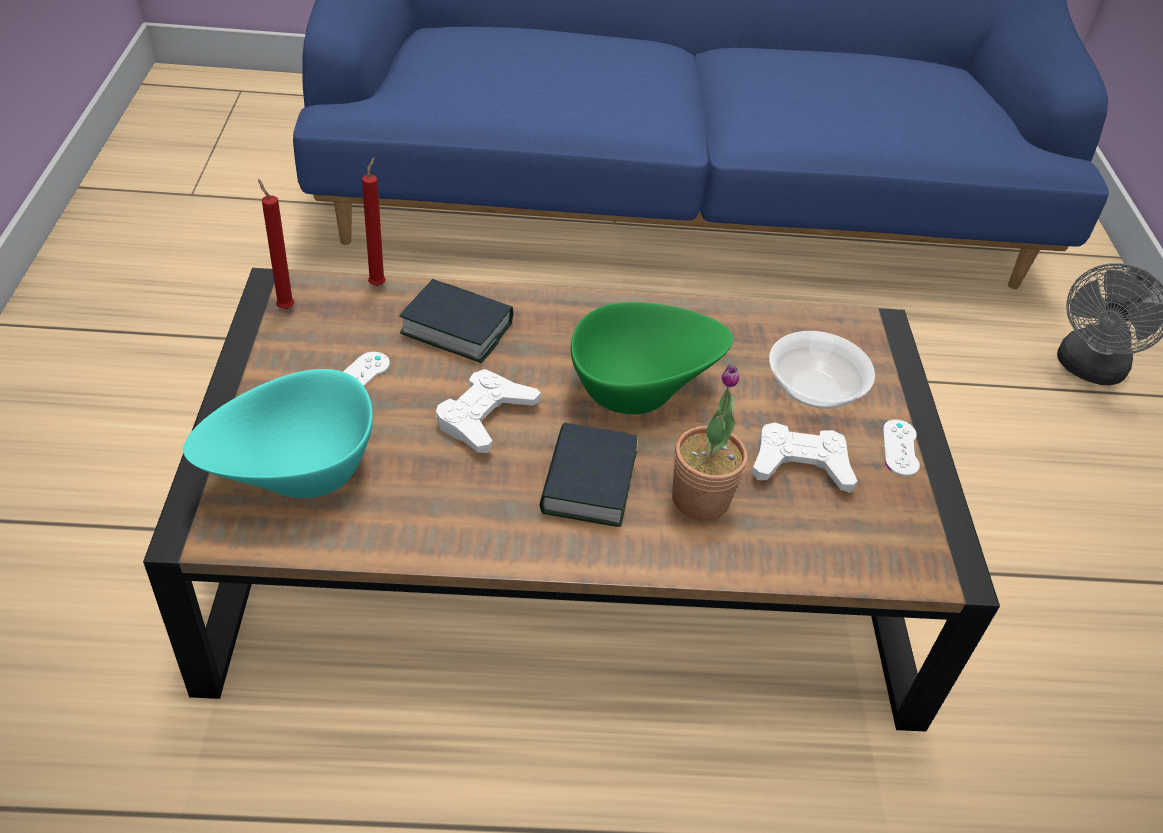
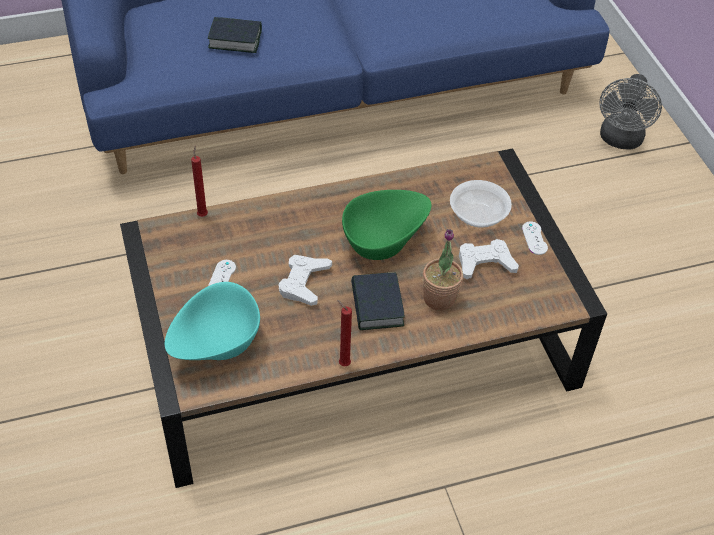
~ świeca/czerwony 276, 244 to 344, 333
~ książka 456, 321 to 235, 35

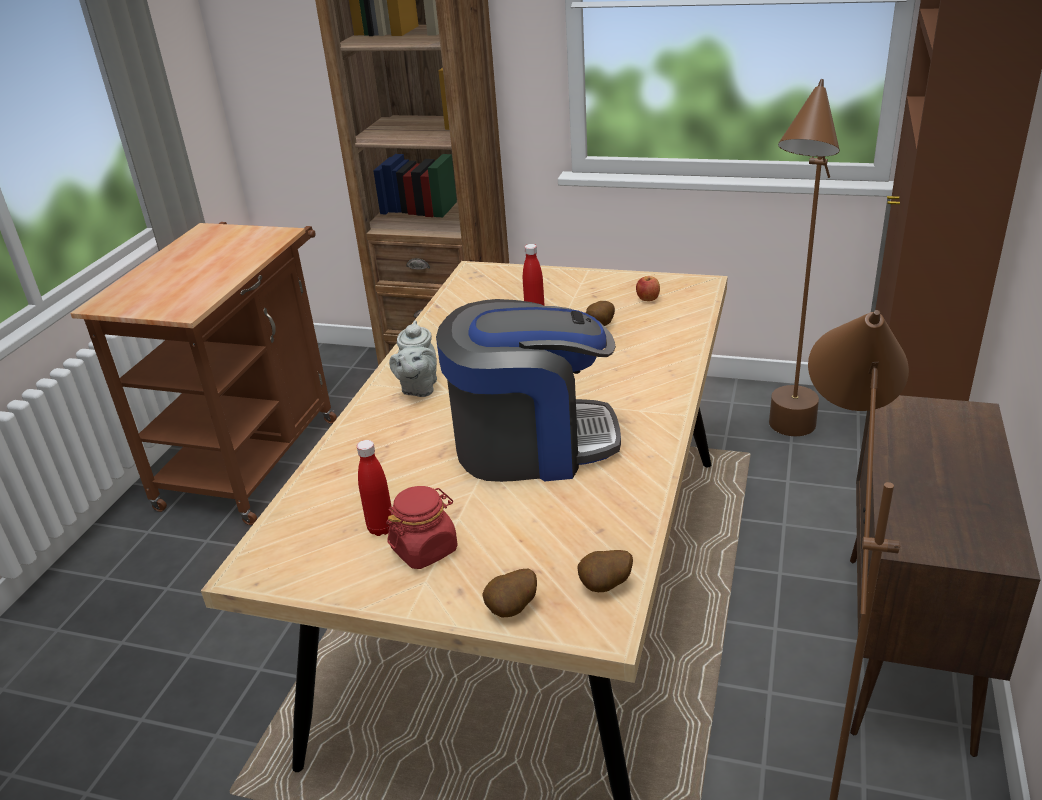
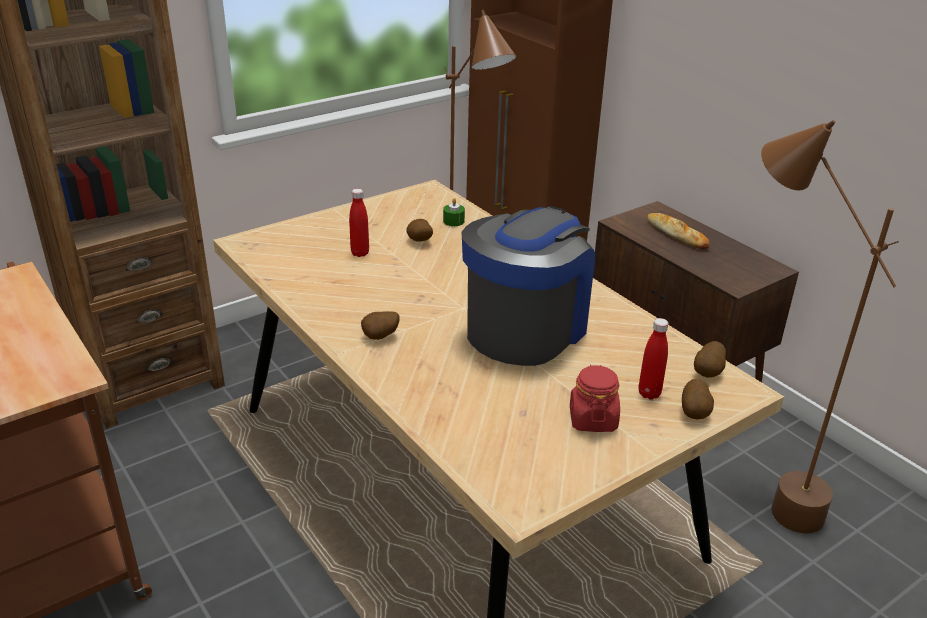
- jabłko 648, 288
+ świeca/zielony 454, 212
+ chleb 678, 231
~ butelka/czerwony 374, 488 to 653, 359
~ imbryk/szary 413, 358 to ziemniak 380, 325

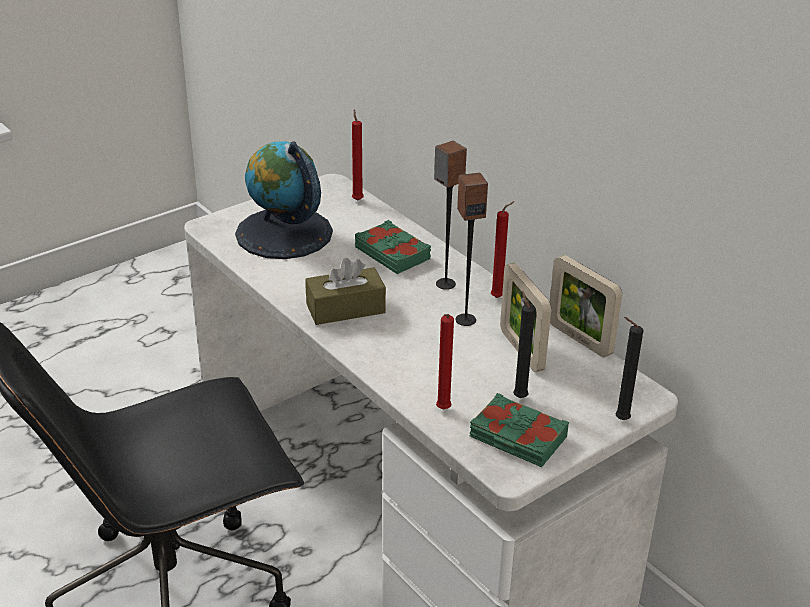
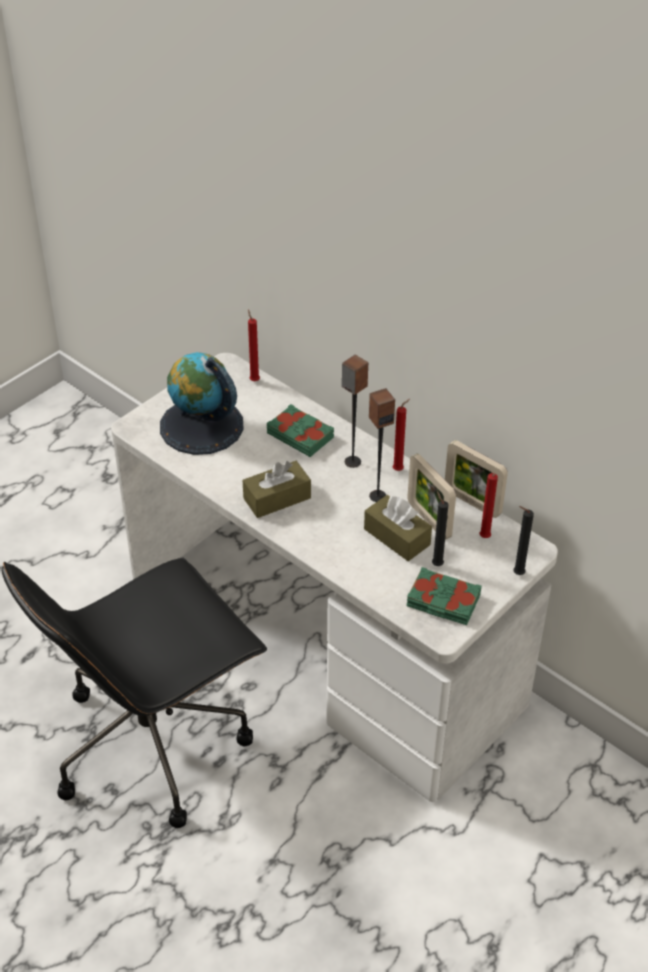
+ pudełko chusteczek/brązowy 398, 528
~ świeca/czerwony 445, 361 to 488, 505

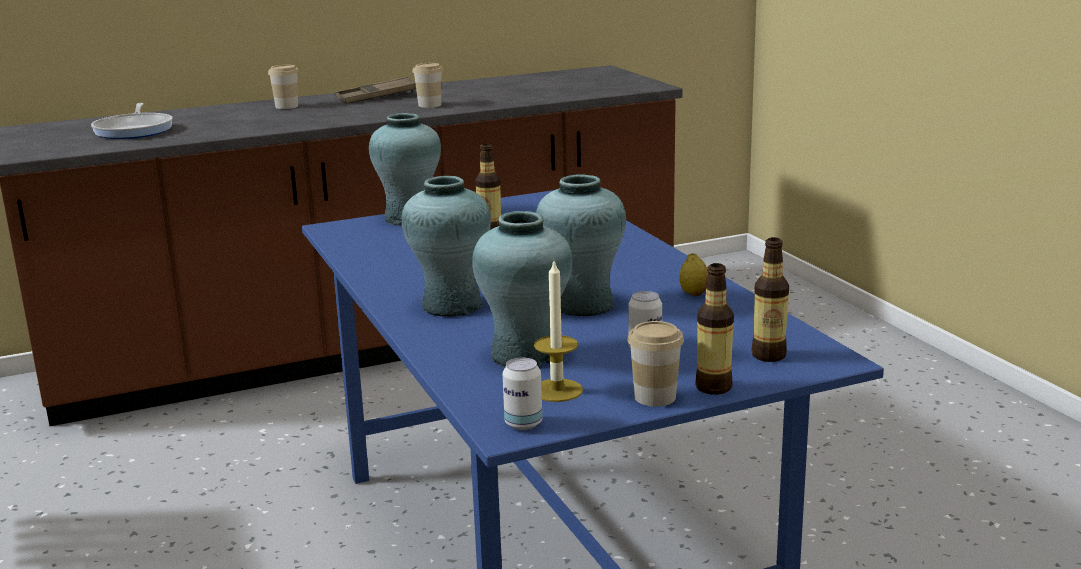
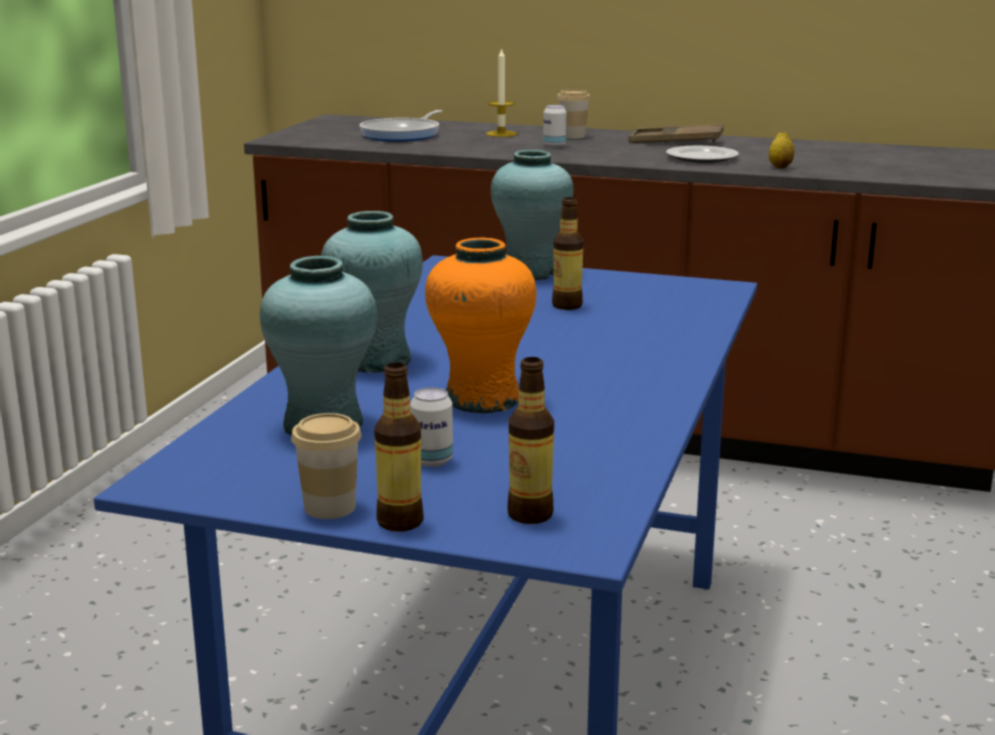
~ puszka 522, 394 to 555, 126
~ świeca 558, 332 to 501, 92
~ cytryna 693, 274 to 781, 150
~ filiżanka 427, 85 to talerz 702, 154
~ wazon/turkusowy 581, 245 to wazon/pomarańczowy 481, 325

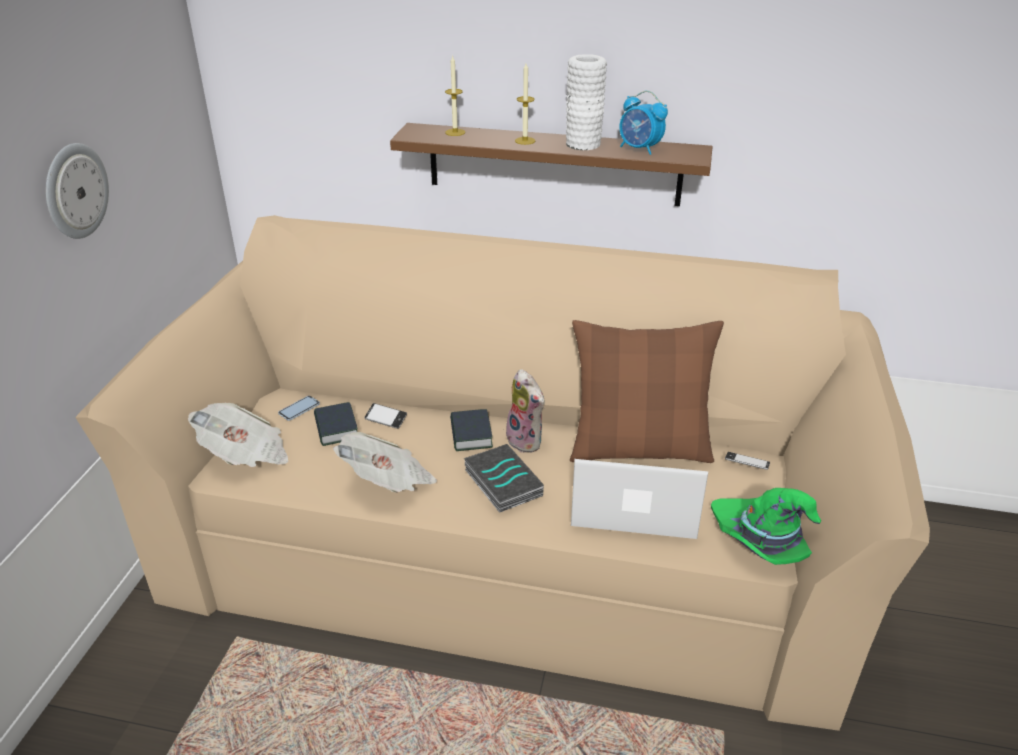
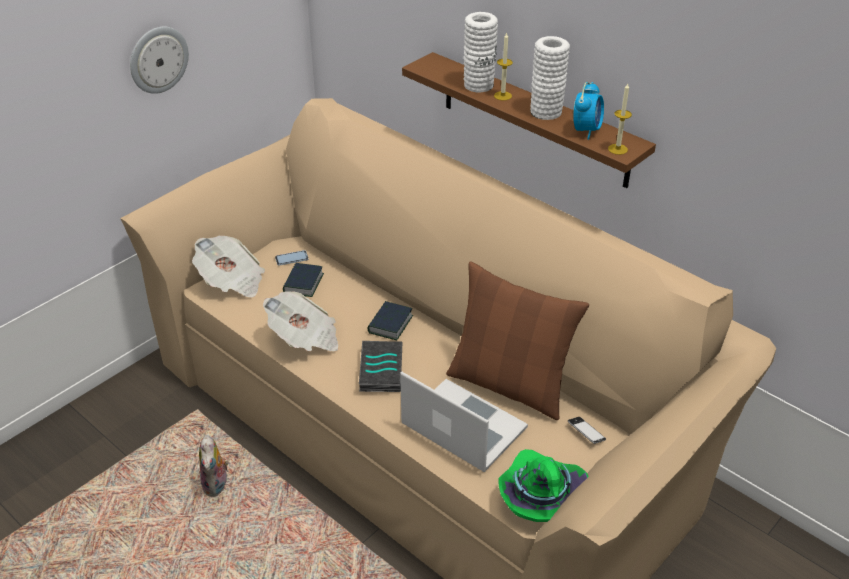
- telefon 385, 416
+ wazon/biały 480, 52
~ świeca 455, 95 to 620, 119
~ pluszak 524, 411 to 214, 466
~ budzik 643, 123 = 588, 111 135 degrees counterclockwise

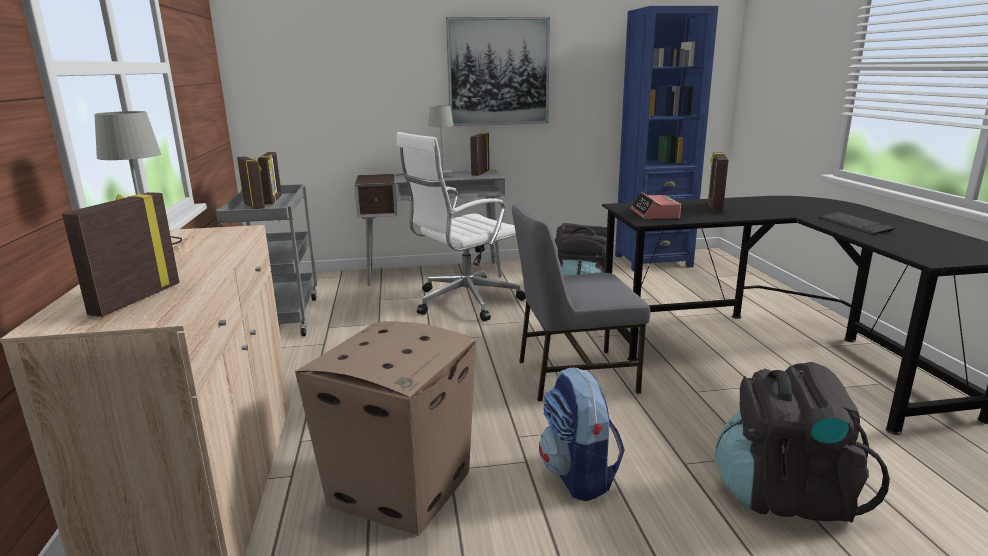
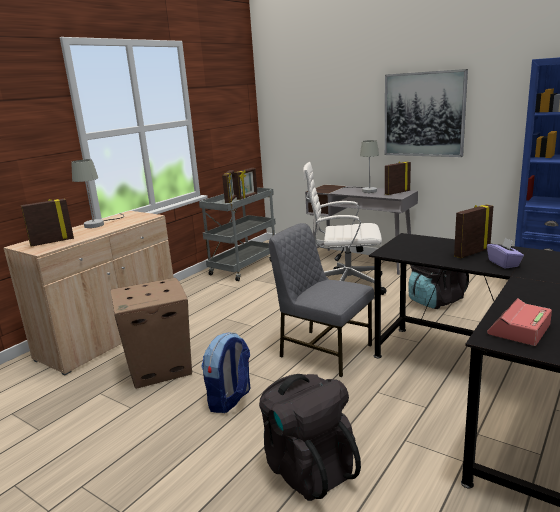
- klawiatura 857, 223
+ pudełko chusteczek/fioletowy 505, 253
~ budzik 656, 205 to 519, 322

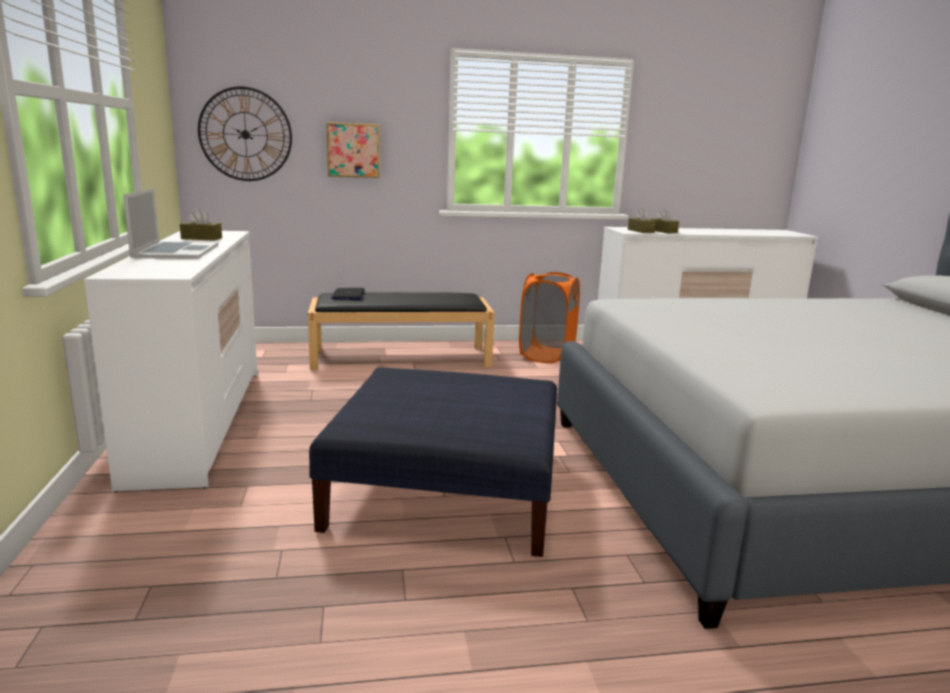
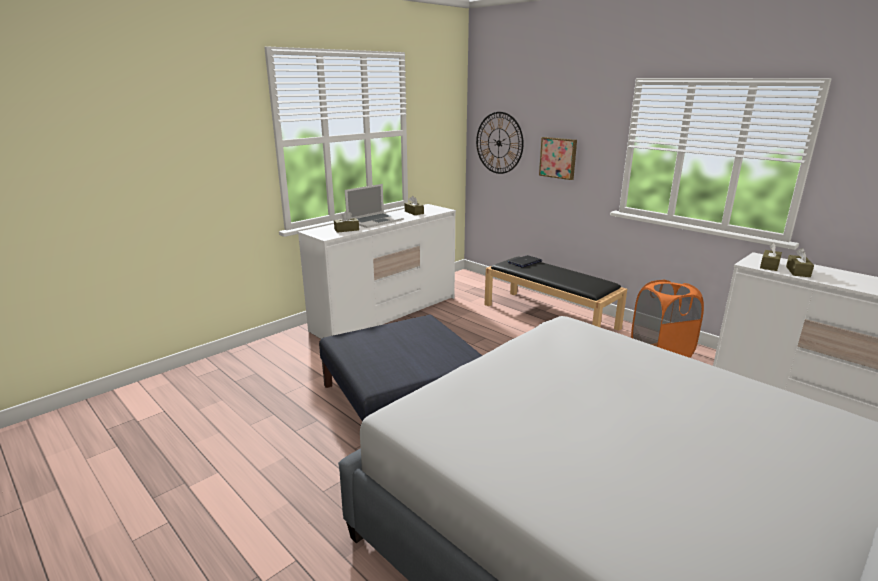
+ pudełko chusteczek/brązowy 346, 222

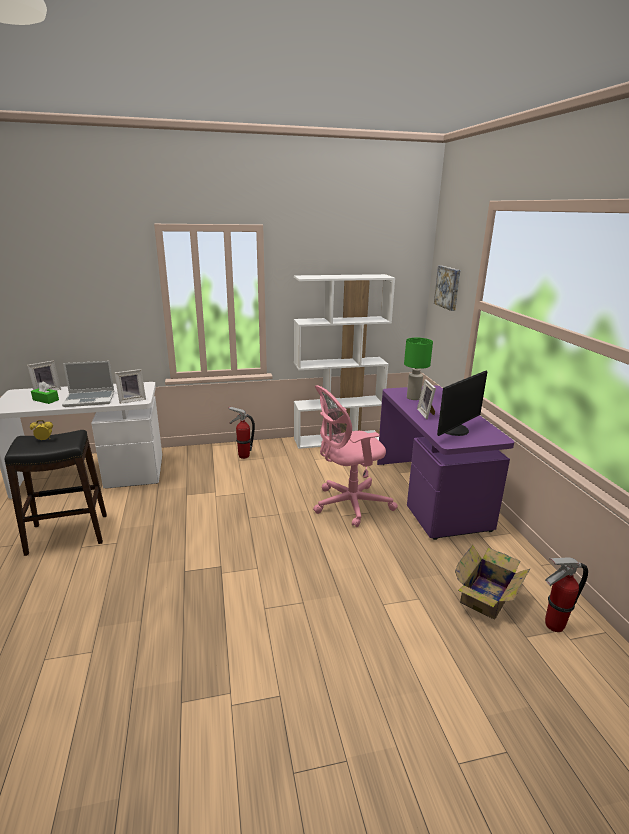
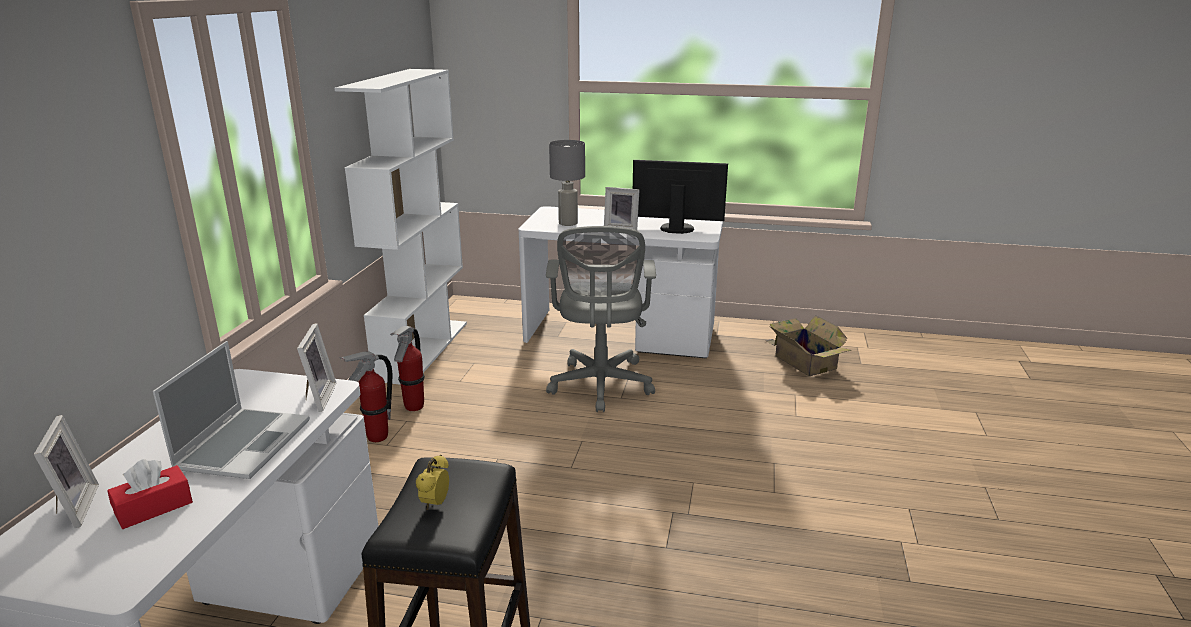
- obraz 447, 288
~ gaśnica 566, 594 to 407, 368
~ pudełko chusteczek/zielony 45, 392 to pudełko chusteczek/czerwony 150, 494
~ krzesło biurowe/różowy 355, 456 to krzesło biurowe/szary 601, 319
~ biurko/fioletowy 445, 462 to biurko/biały 621, 282
~ lampa stołowa/zielony 418, 369 to lampa stołowa/szary 567, 183
~ monitor 462, 403 = 680, 197 60 degrees counterclockwise

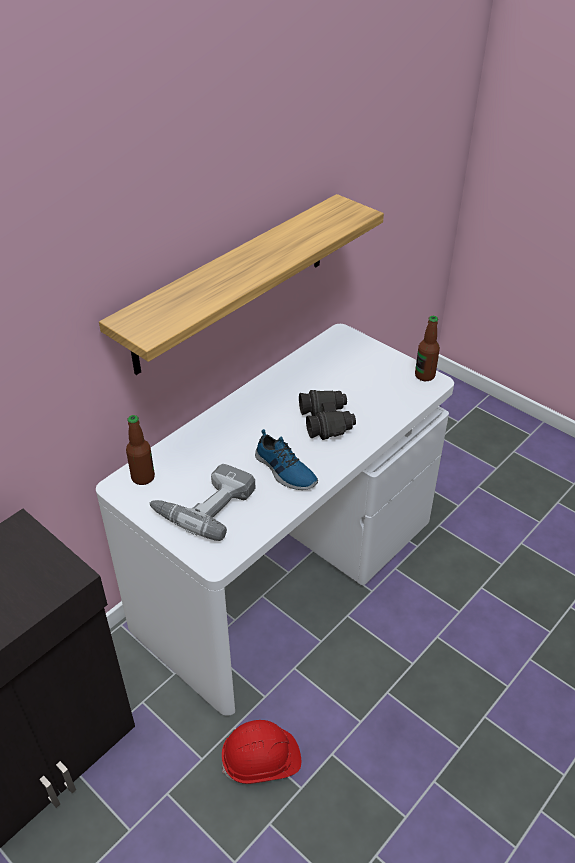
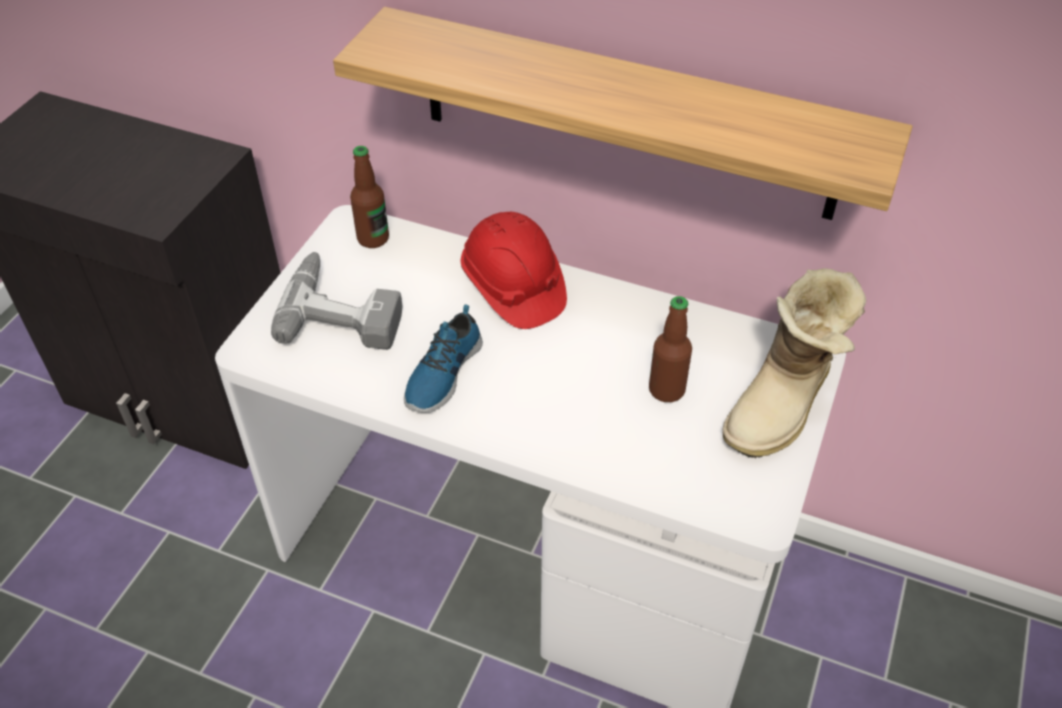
- lornetka/czarny 327, 415
+ but z cholewką 794, 363
~ kask/czerwony 261, 752 to 514, 270
~ butelka 427, 348 to 670, 349

